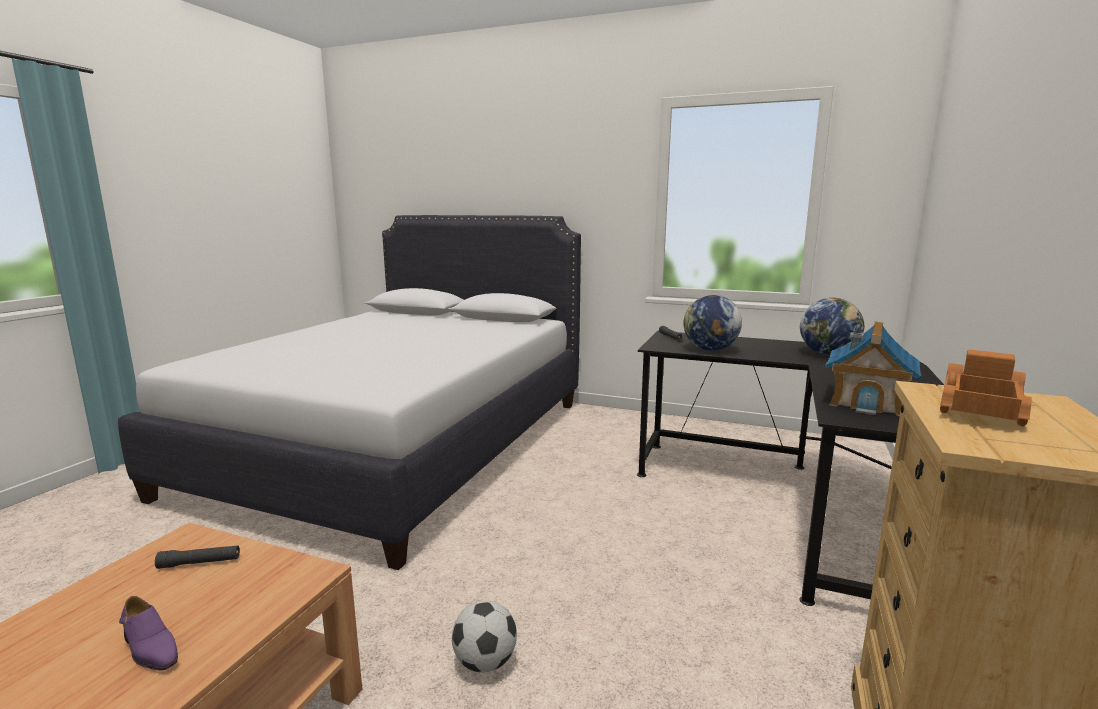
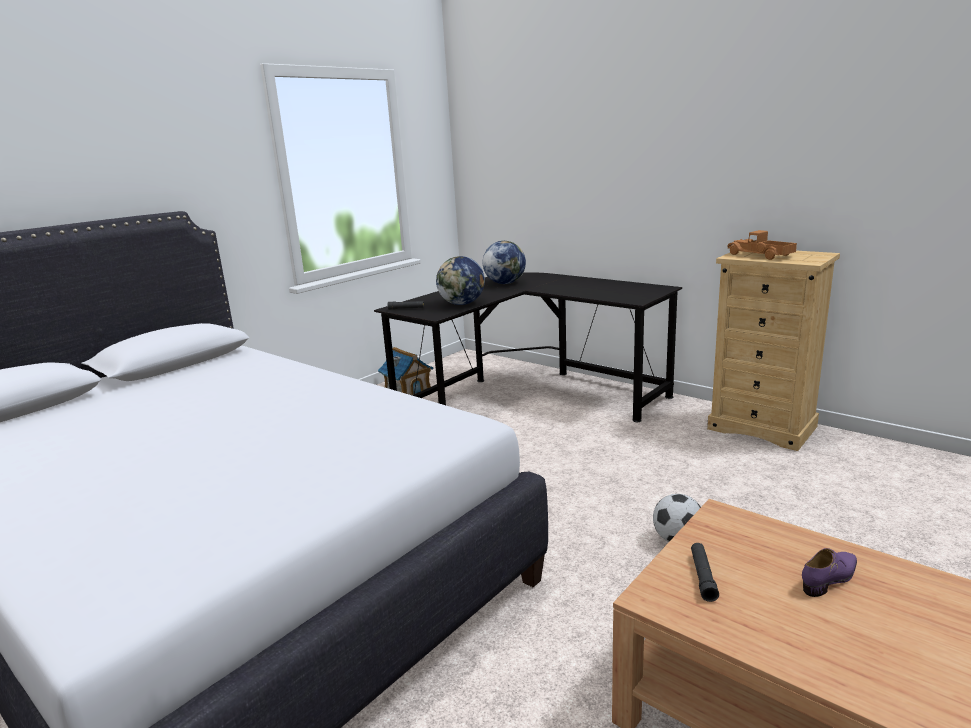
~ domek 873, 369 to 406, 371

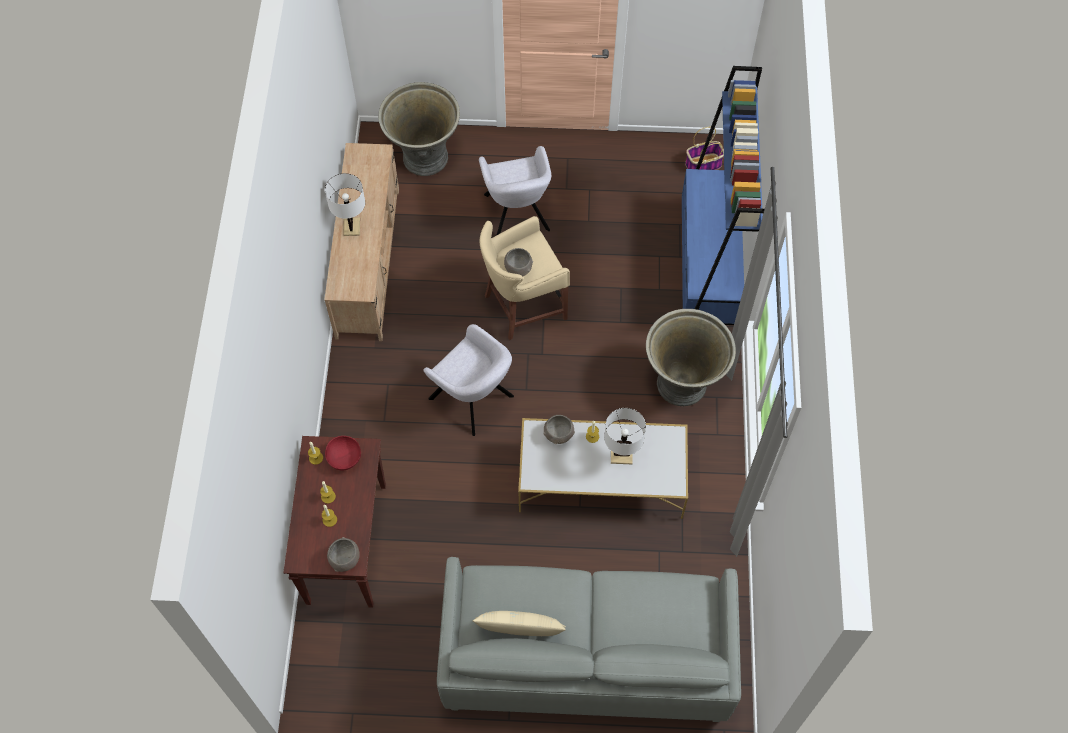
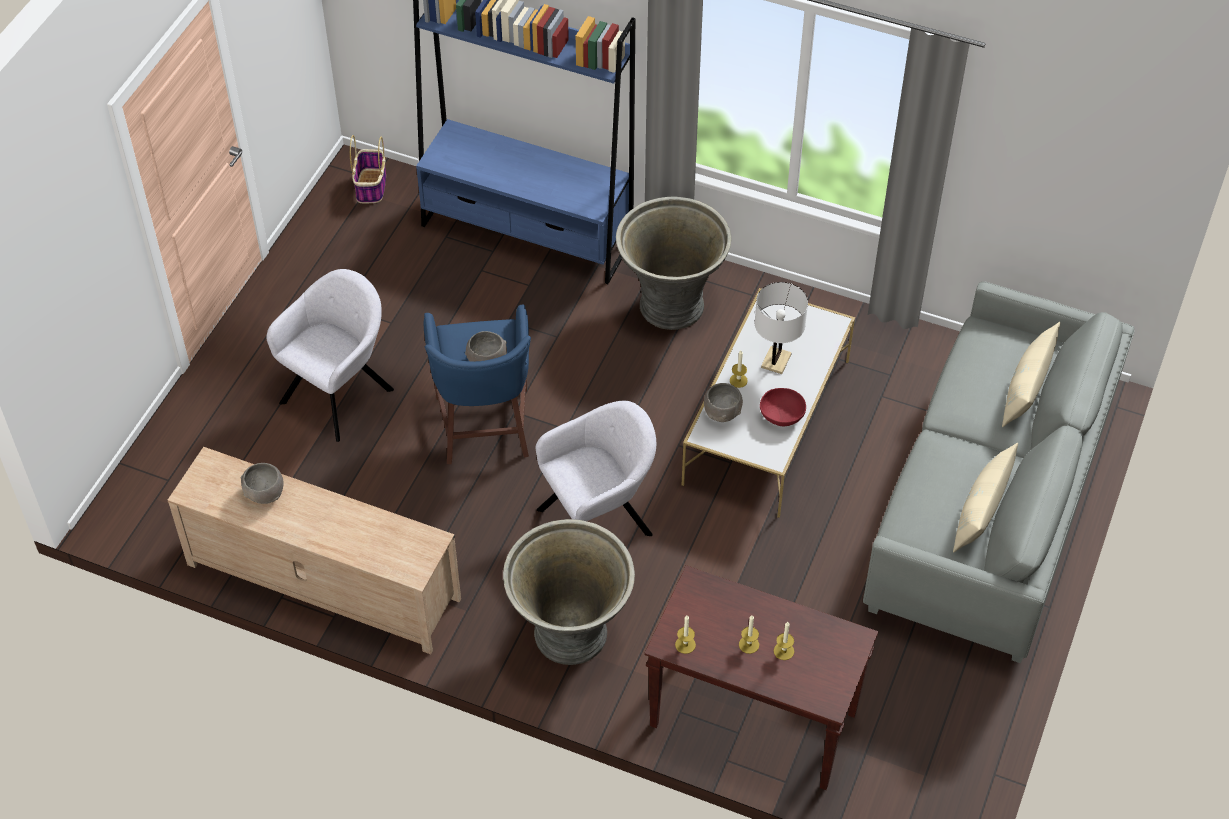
- lampa stołowa/biały 345, 204
+ poduszka/beżowy 1031, 374
~ miska/czerwony 343, 453 to 783, 407
~ miska/szary 343, 554 to 262, 483
~ donica/szary 419, 129 to 569, 592
~ stołek/beżowy 525, 278 to stołek/niebieski 477, 384
~ fotel/szary 515, 191 = 330, 355 60 degrees counterclockwise

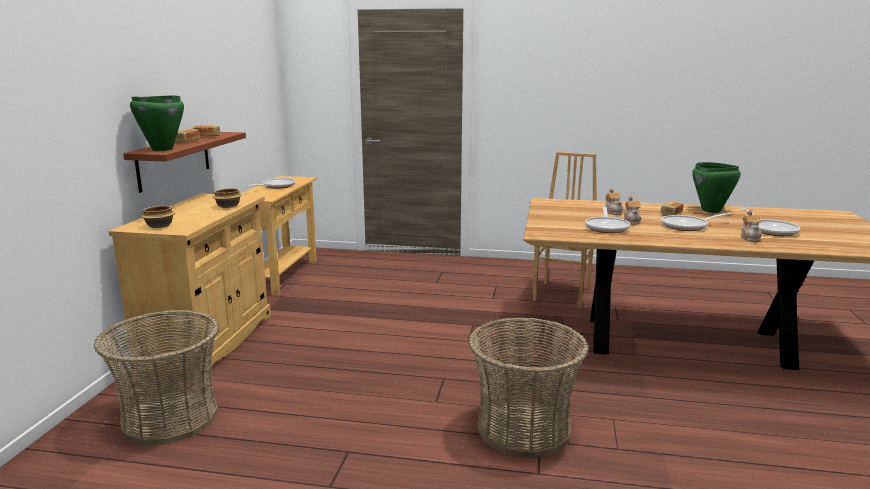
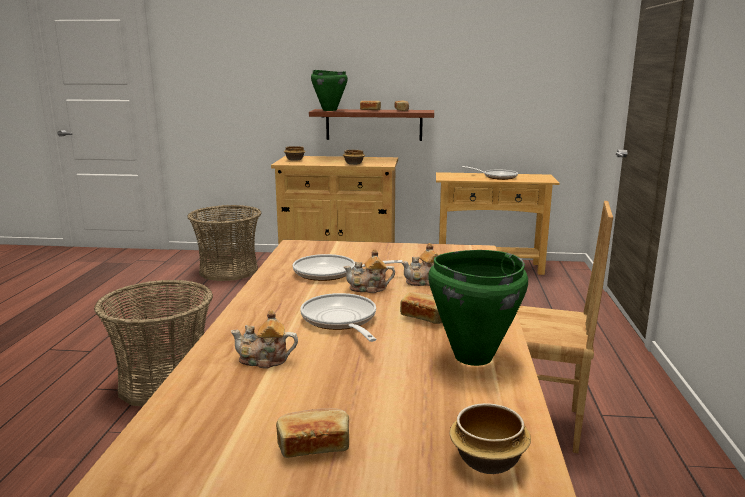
- patelnia 771, 222
+ chleb 312, 433
+ miska 490, 438

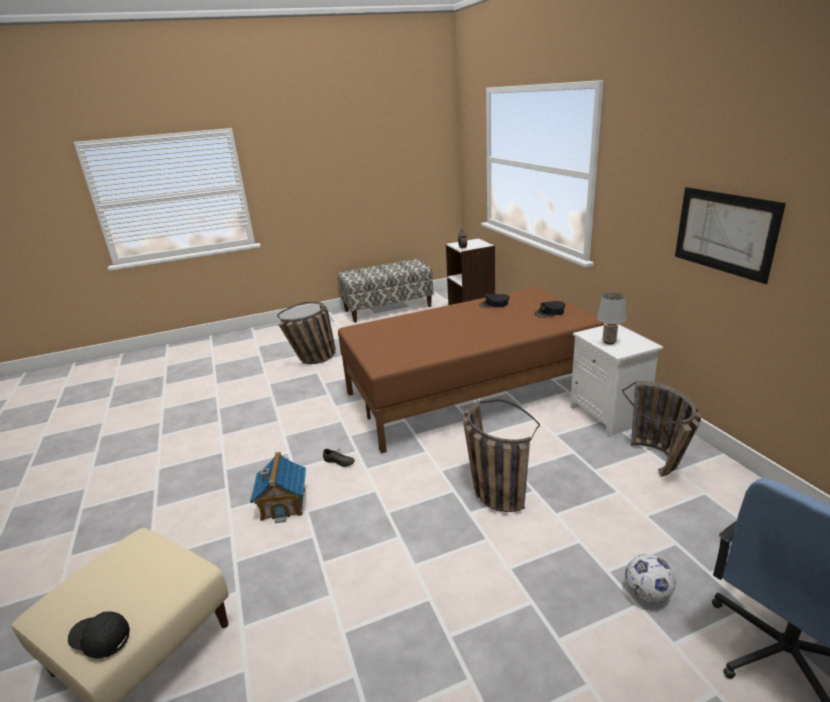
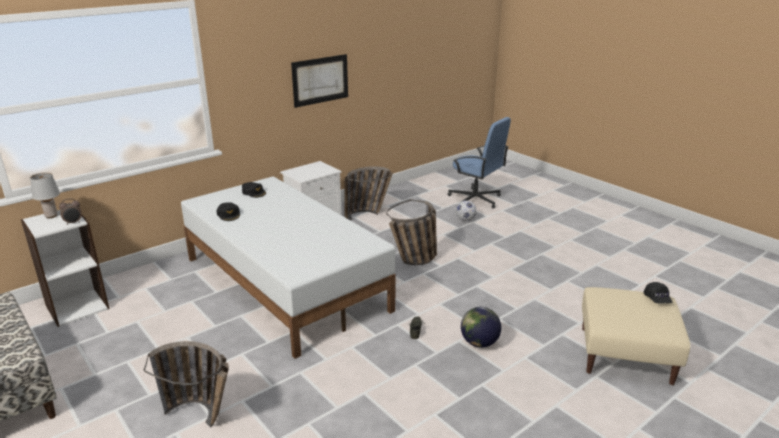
~ lampa stołowa/szary 611, 318 to 45, 195
~ domek 278, 487 to globus 481, 327
~ łóżko/brązowy 471, 370 to łóżko/biały 288, 267

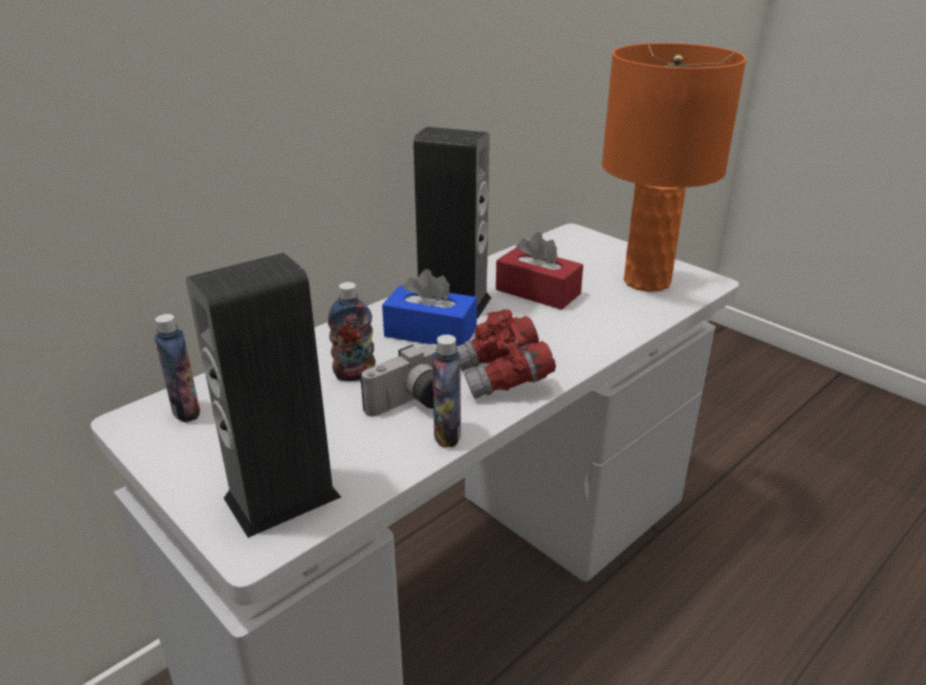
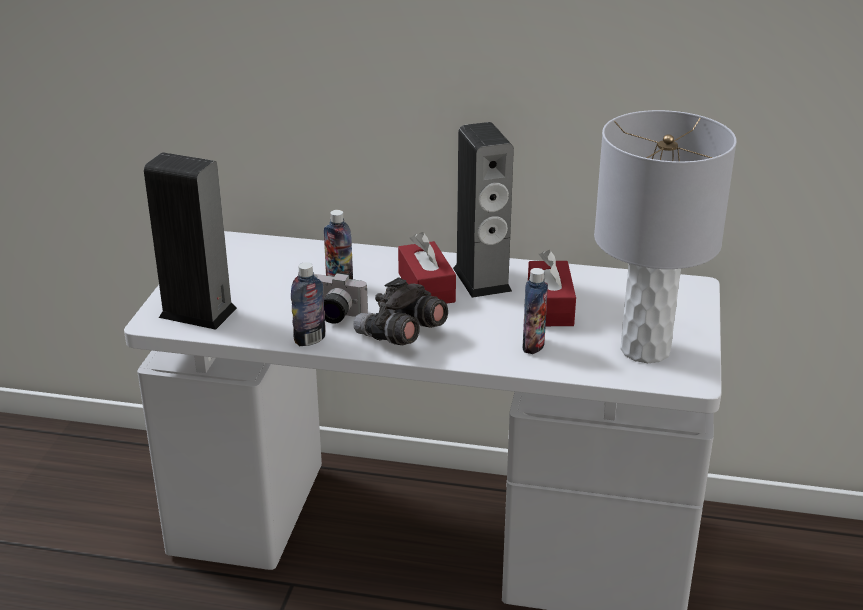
~ butelka 177, 368 to 535, 311
~ pudełko chusteczek/niebieski 429, 307 to pudełko chusteczek/czerwony 427, 268
~ lornetka/czerwony 506, 354 to lornetka/szary 401, 311
~ lampa stołowa/pomarańczowy 674, 167 to lampa stołowa/szary 665, 236

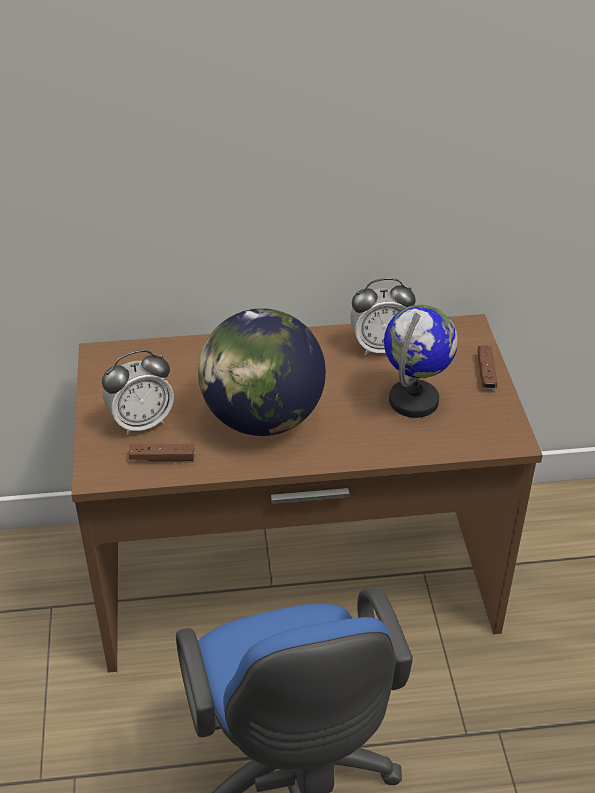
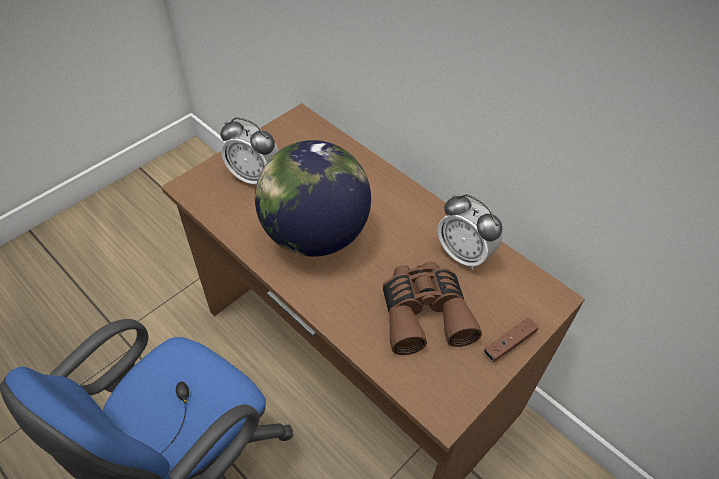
- pad do gier/brązowy 161, 452
~ globus 421, 361 to lornetka/brązowy 432, 308

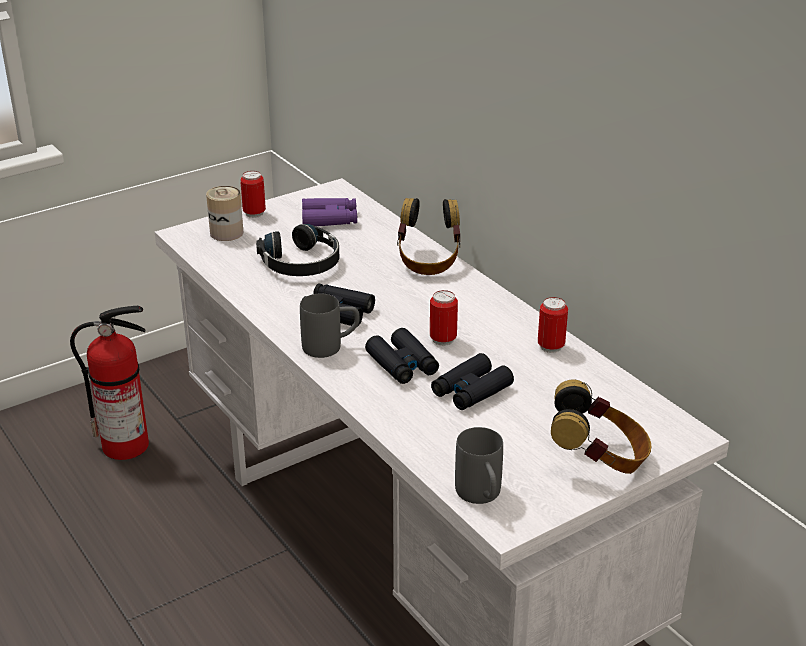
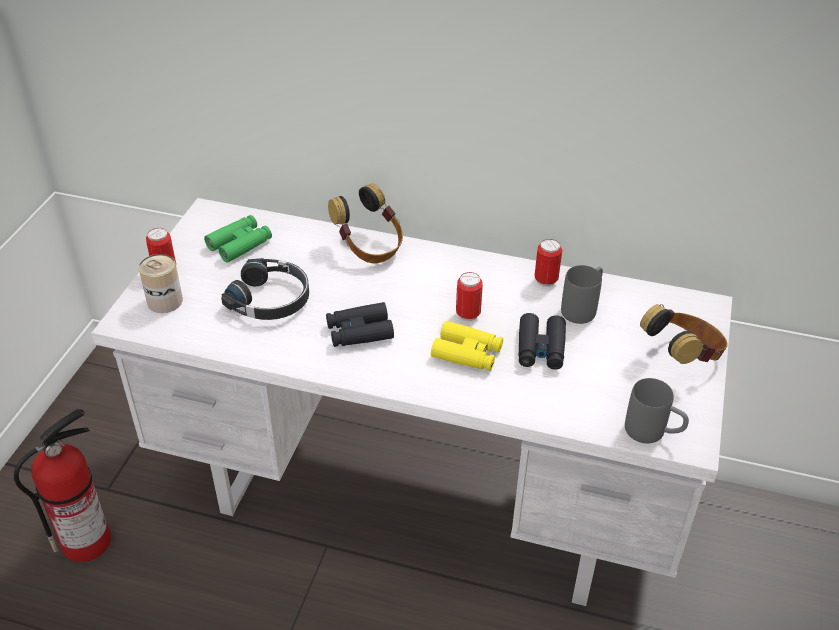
~ kubek/szary 330, 326 to 582, 294
~ lornetka/fioletowy 329, 212 to lornetka/zielony 238, 239
~ lornetka/czarny 402, 356 to lornetka/żółty 467, 346

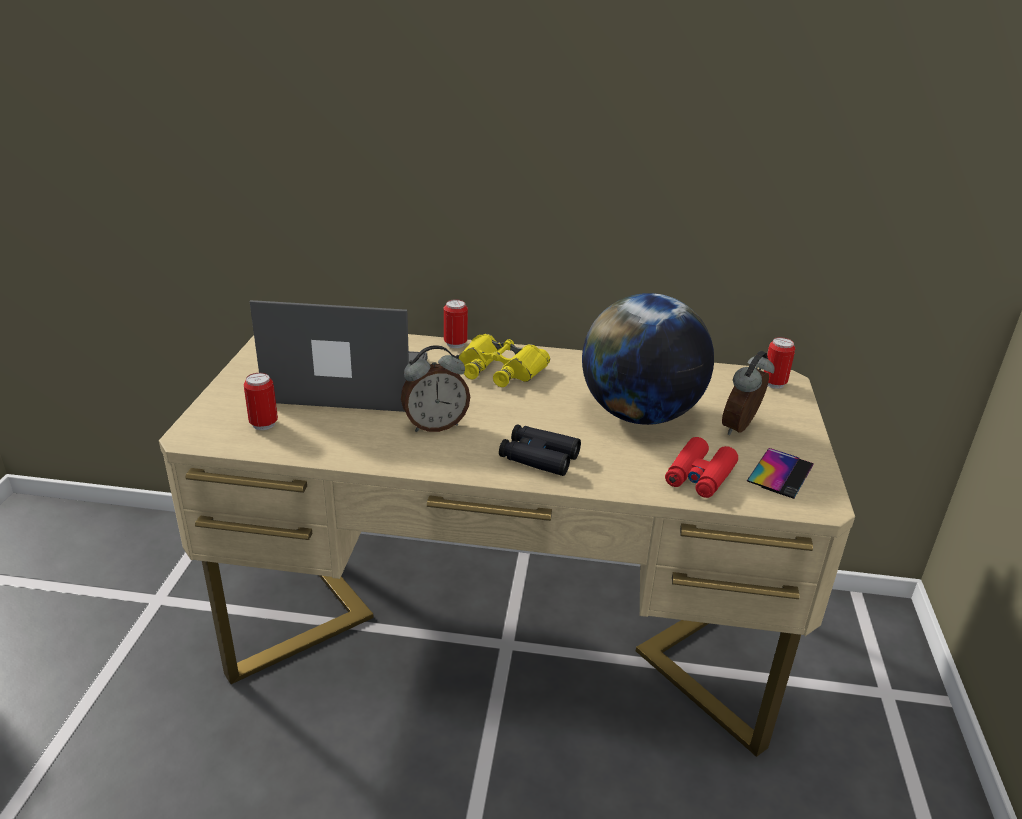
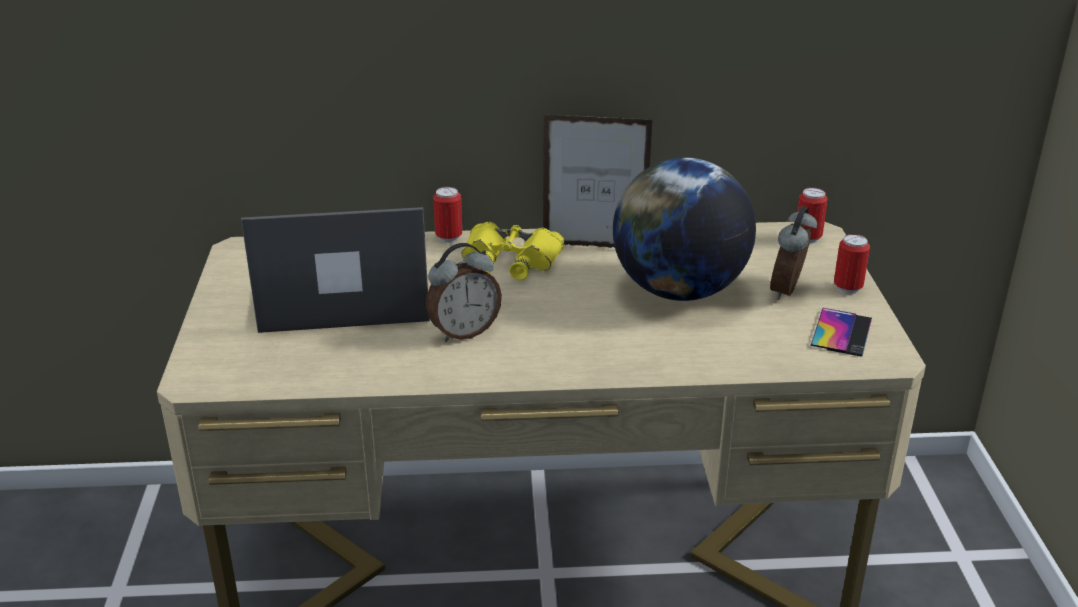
- lornetka/czarny 540, 450
- lornetka/czerwony 701, 467
+ ramka na zdjęcie 598, 181
~ puszka 261, 401 to 852, 264

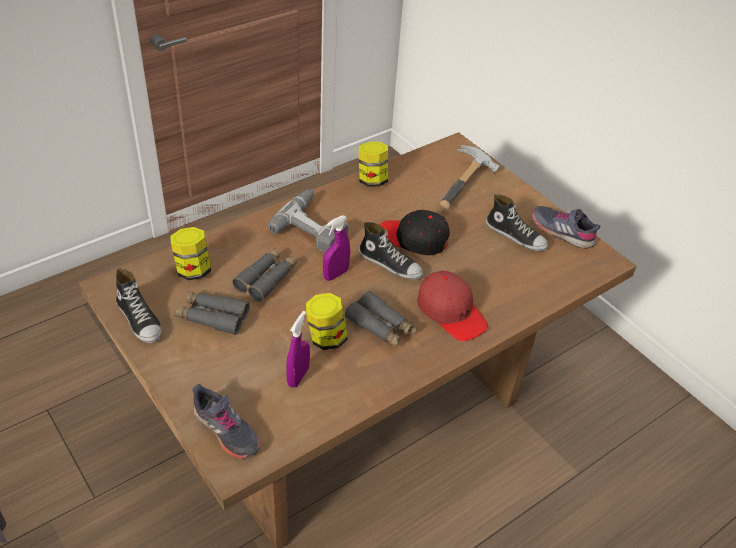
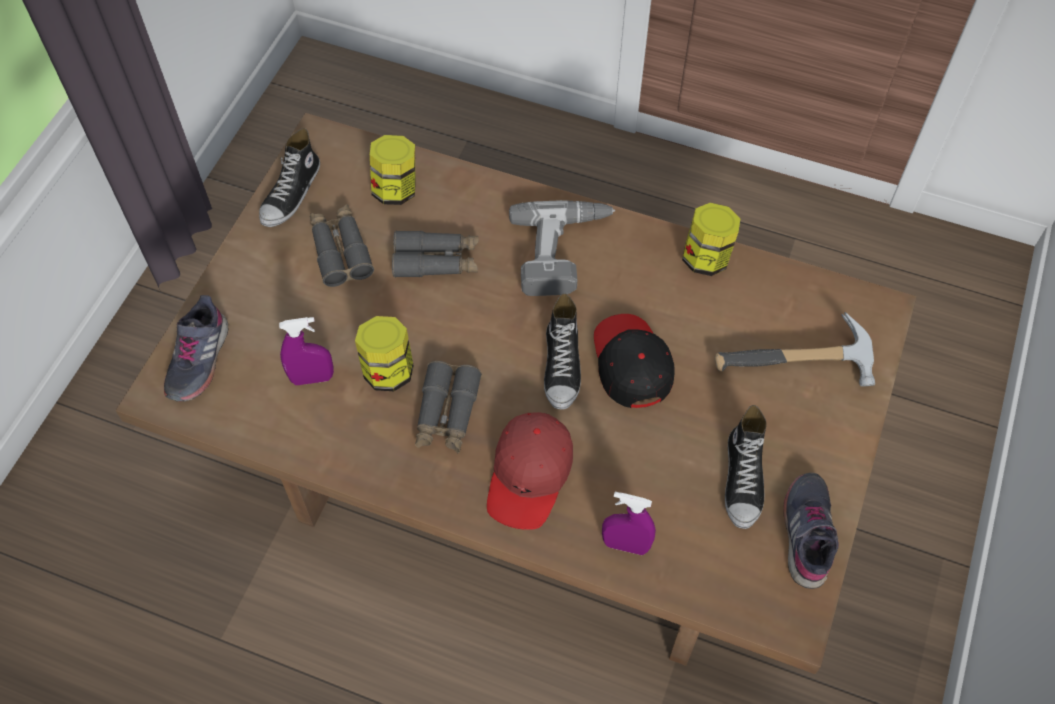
~ spryskiwacz/fioletowy 336, 248 to 629, 523

